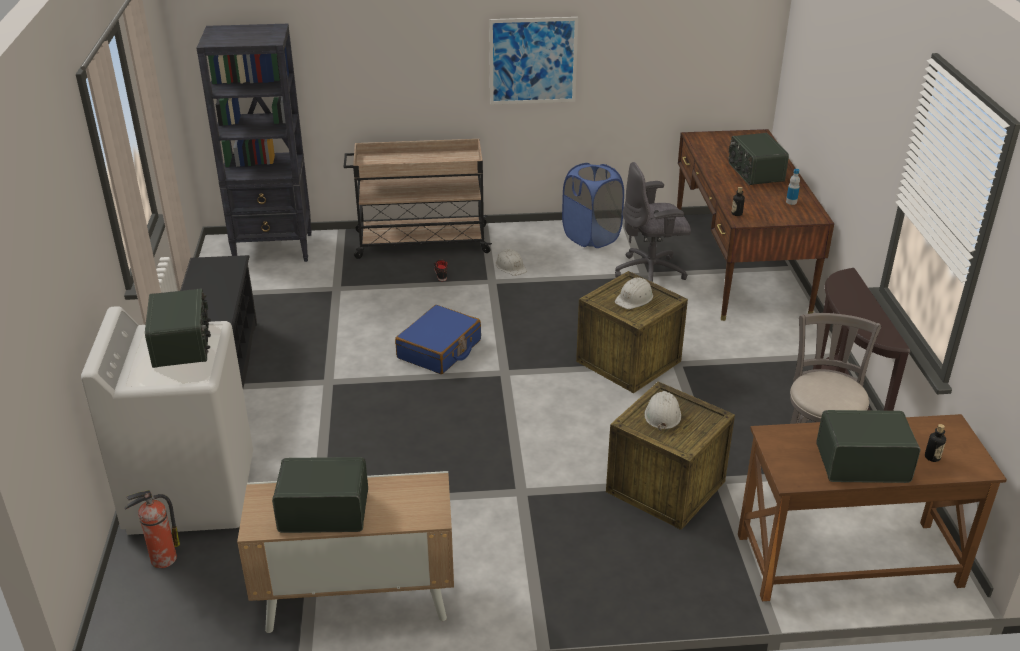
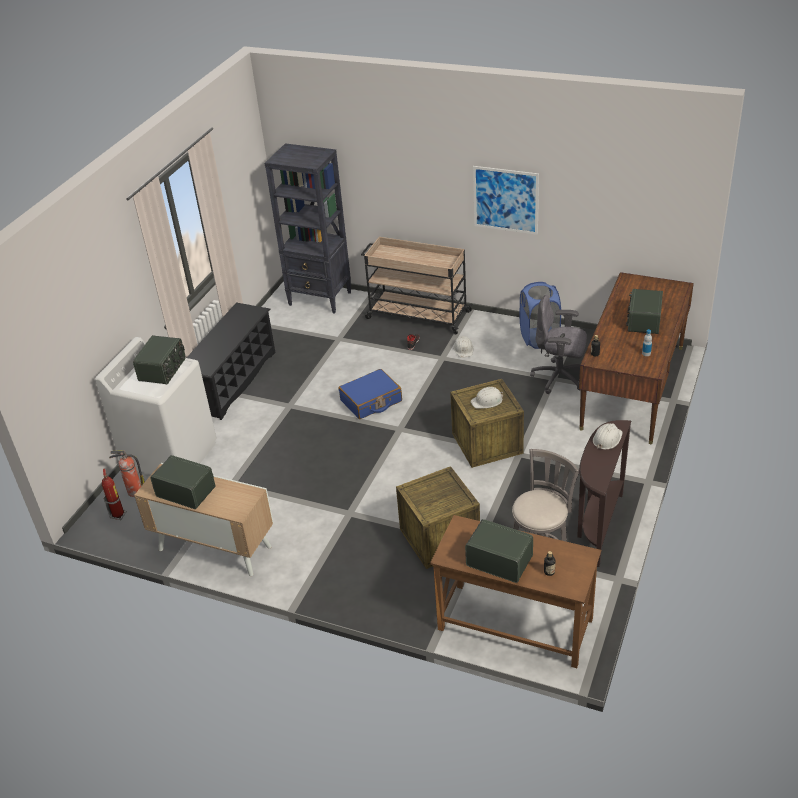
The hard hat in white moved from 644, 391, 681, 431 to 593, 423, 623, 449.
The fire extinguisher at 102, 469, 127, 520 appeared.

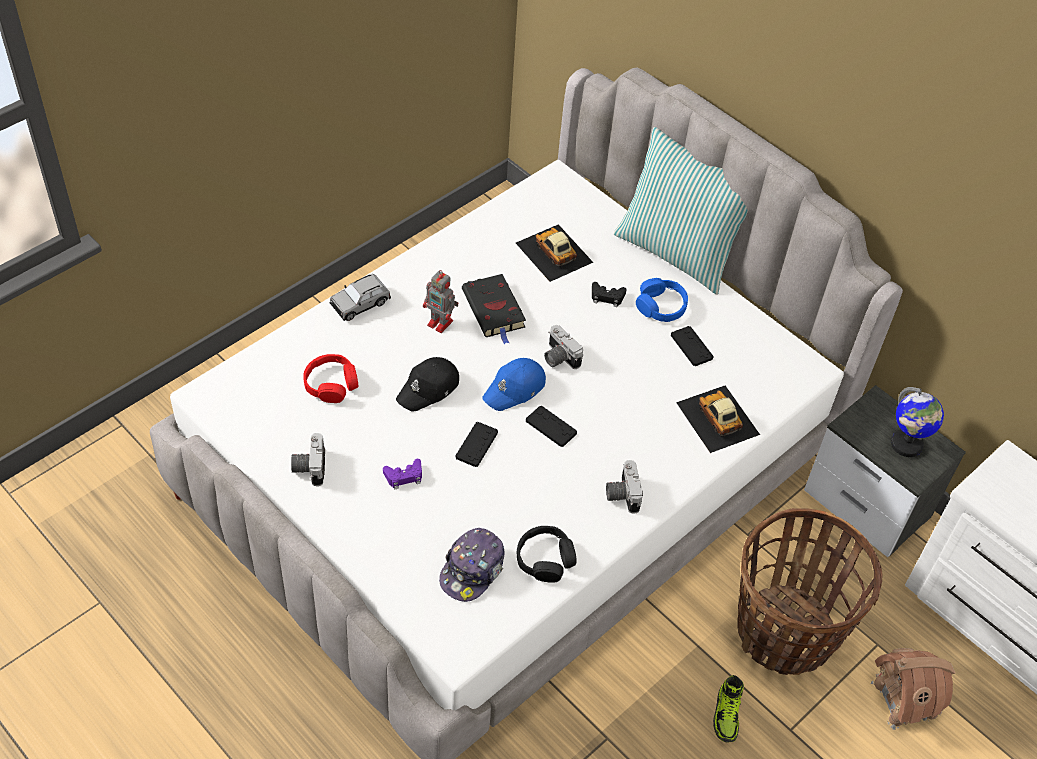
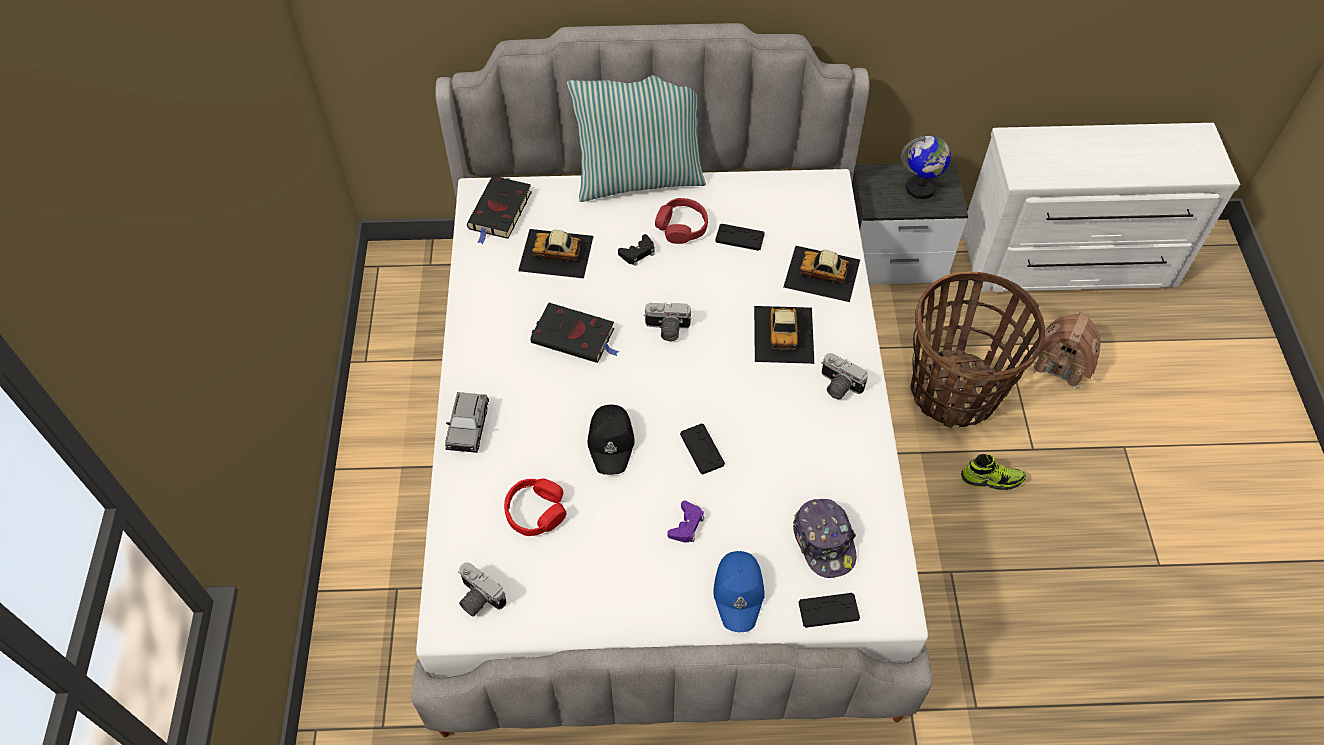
The photo camera moved from 291, 433, 325, 486 to 458, 562, 507, 617.
The toy robot at 423, 270, 458, 333 disappeared.
The cap in blue moved from 482, 358, 546, 411 to 714, 551, 765, 632.
The headphones in black at 517, 526, 577, 583 disappeared.
The game controller in black moved from 526, 406, 577, 447 to 798, 593, 860, 628.
The headphones in blue at 636, 278, 688, 322 became the headphones in red at 655, 198, 708, 244.
The shoe at 713, 675, 744, 743 turned 45 degrees counterclockwise.
The book in black at 467, 176, 532, 245 appeared.
The toy car at 754, 306, 814, 364 appeared.

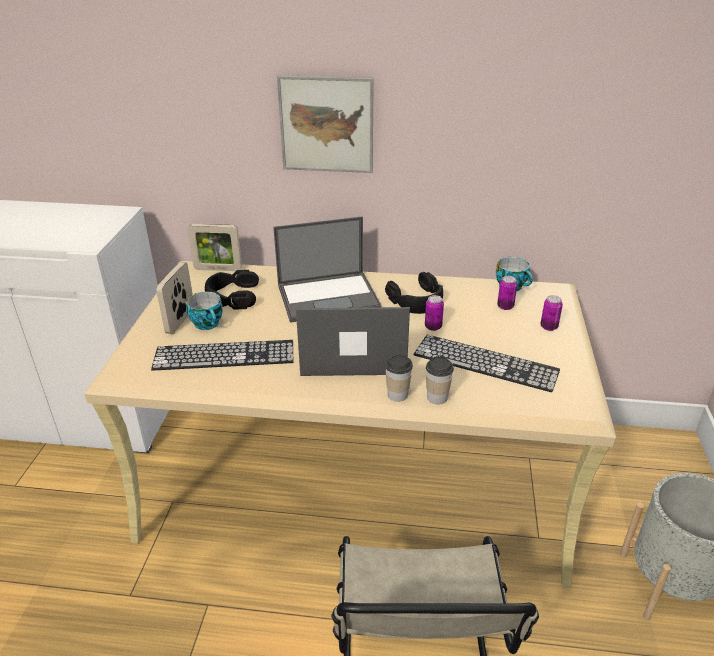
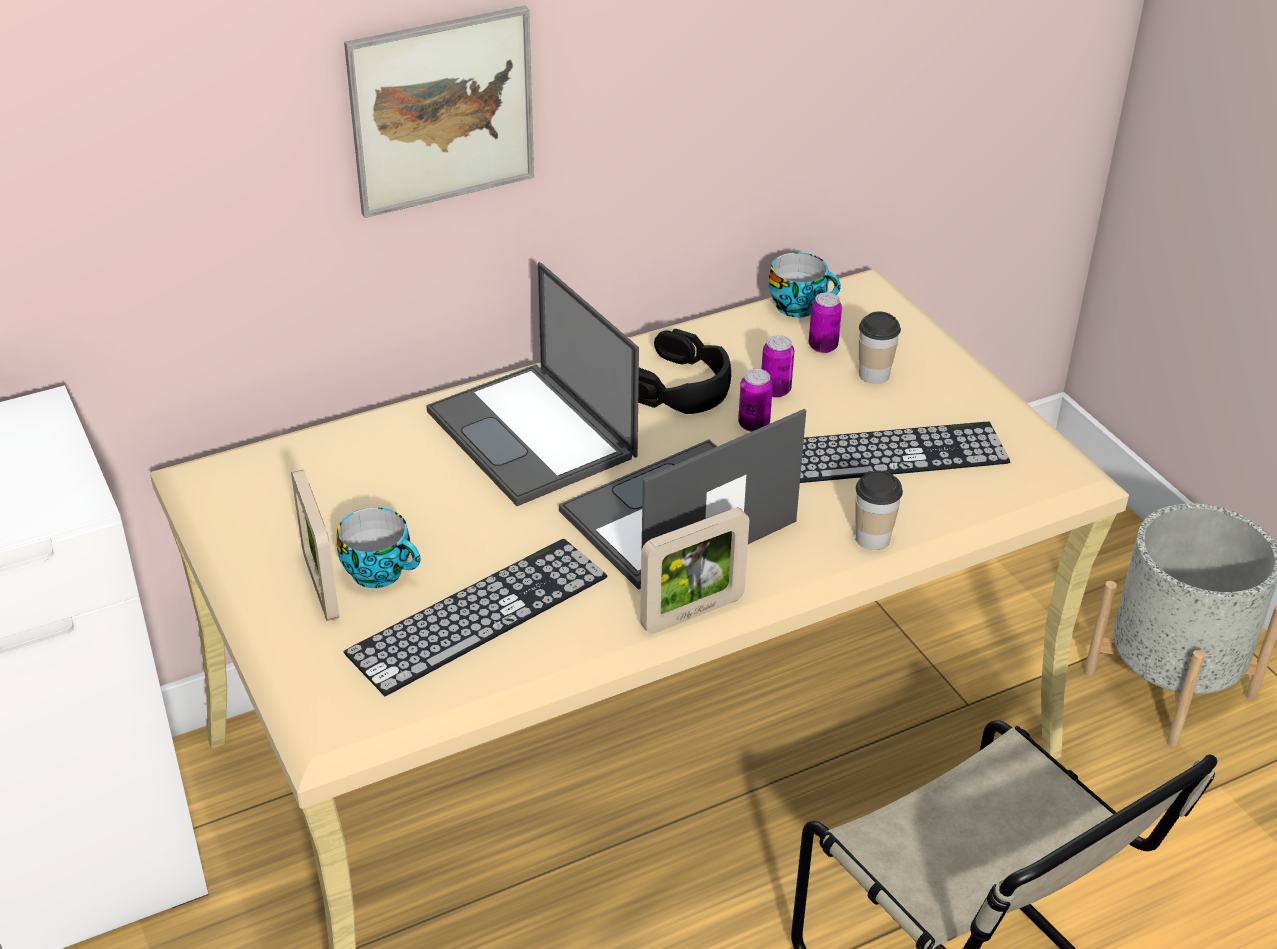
The picture frame moved from 188, 224, 242, 271 to 640, 508, 749, 634.
The headphones in black at 205, 270, 259, 310 disappeared.
The laptop at 273, 216, 382, 323 turned 105 degrees clockwise.
The cup moved from 385, 355, 413, 402 to 859, 311, 901, 384.
The can moved from 540, 295, 563, 331 to 762, 335, 794, 398.

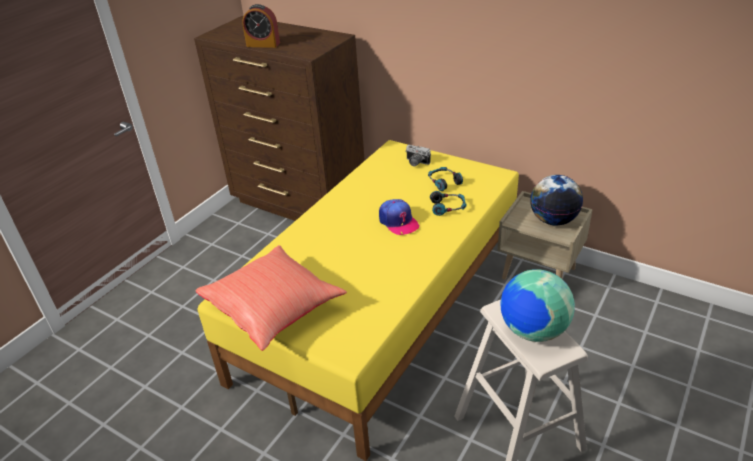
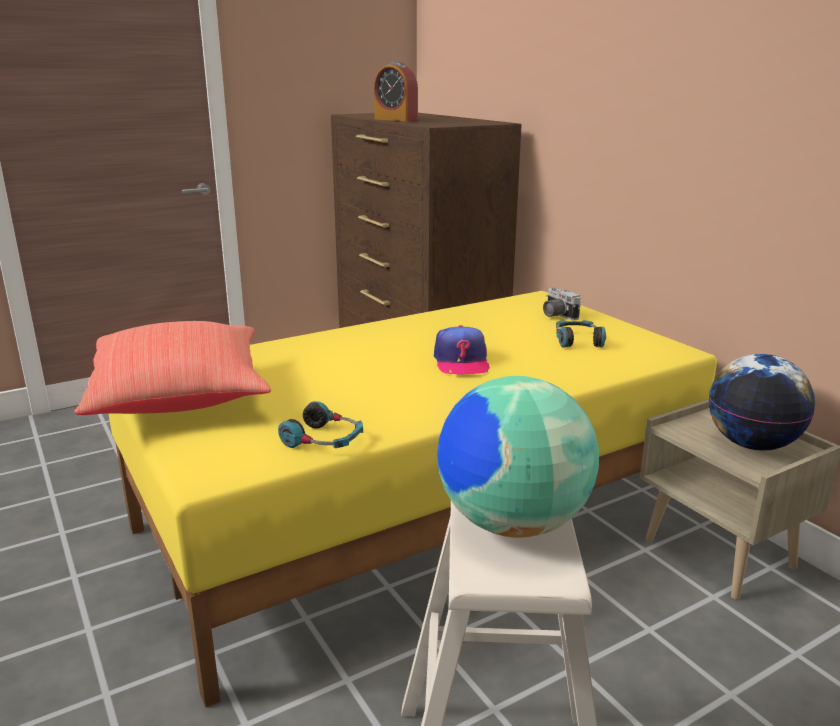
The headphones moved from 430, 191, 466, 216 to 278, 401, 363, 448.

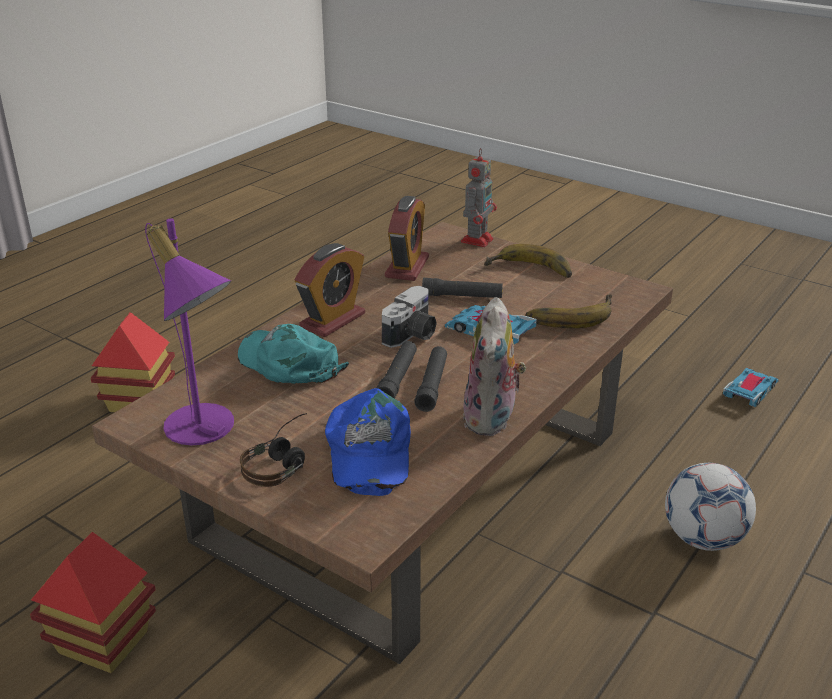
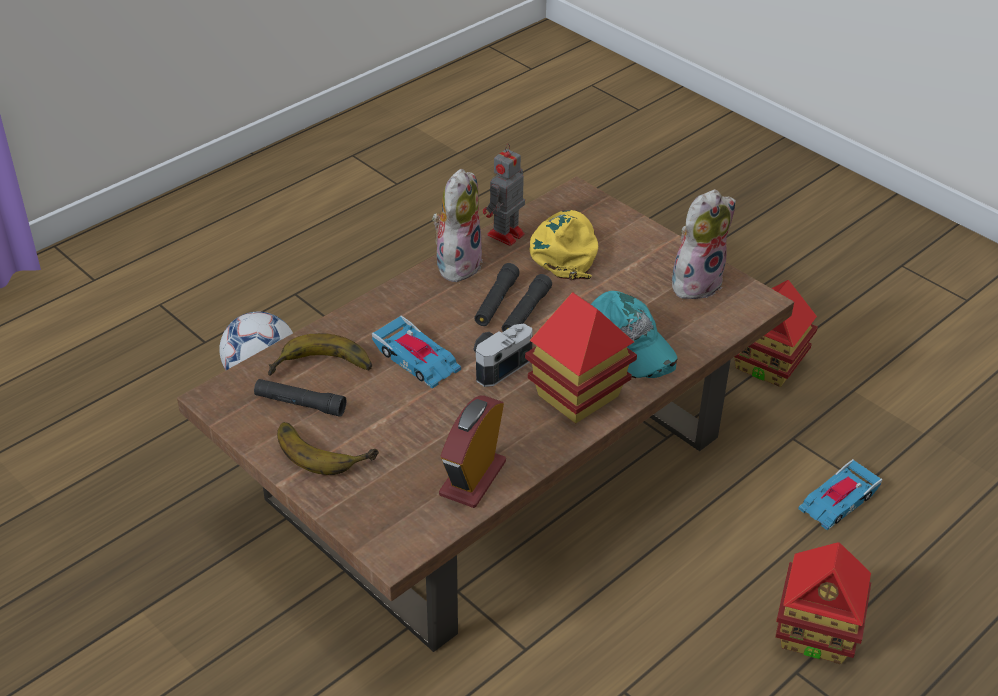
The table lamp in purple at 145, 219, 234, 445 was replaced by the plush toy at 672, 189, 736, 299.
The headphones at 240, 413, 307, 487 disappeared.
The alarm clock at 295, 243, 365, 337 was replaced by the toy house at 525, 292, 637, 423.
The cap in blue at 325, 388, 411, 496 became the cap in yellow at 529, 210, 598, 280.
The flashlight in black moved from 422, 278, 503, 298 to 254, 379, 346, 417.
The toy robot moved from 461, 148, 497, 247 to 483, 144, 525, 246.
The toy car moved from 723, 368, 779, 407 to 798, 459, 882, 530.

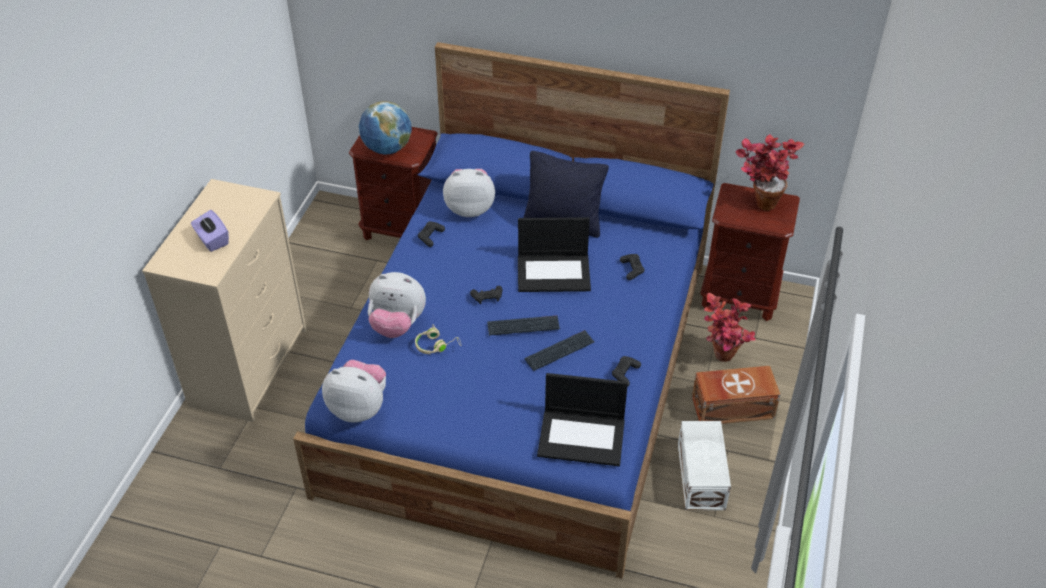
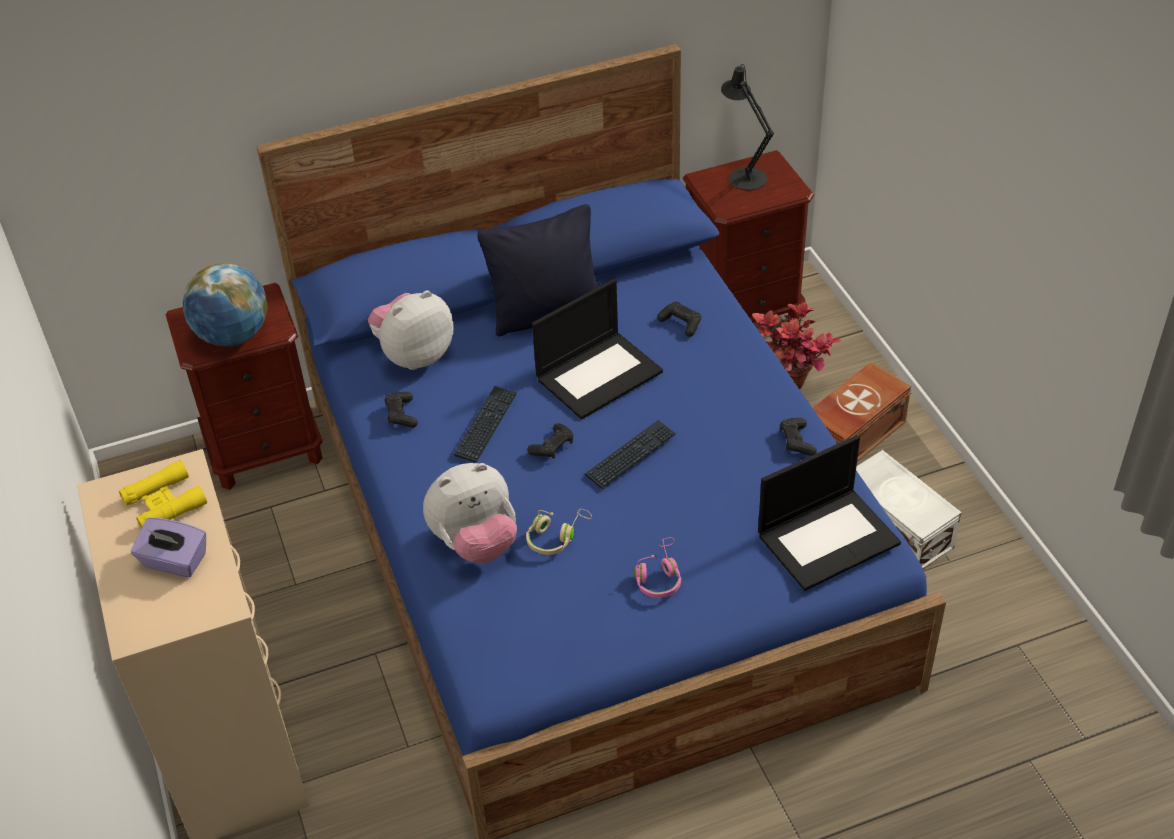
The plush toy at 322, 360, 386, 423 disappeared.
The keyboard moved from 525, 330, 594, 371 to 454, 386, 517, 462.
The potted plant at 735, 134, 804, 211 was replaced by the table lamp in black at 721, 64, 774, 190.
The binoculars in yellow at 119, 460, 207, 528 appeared.
The headphones in pink at 634, 537, 681, 598 appeared.

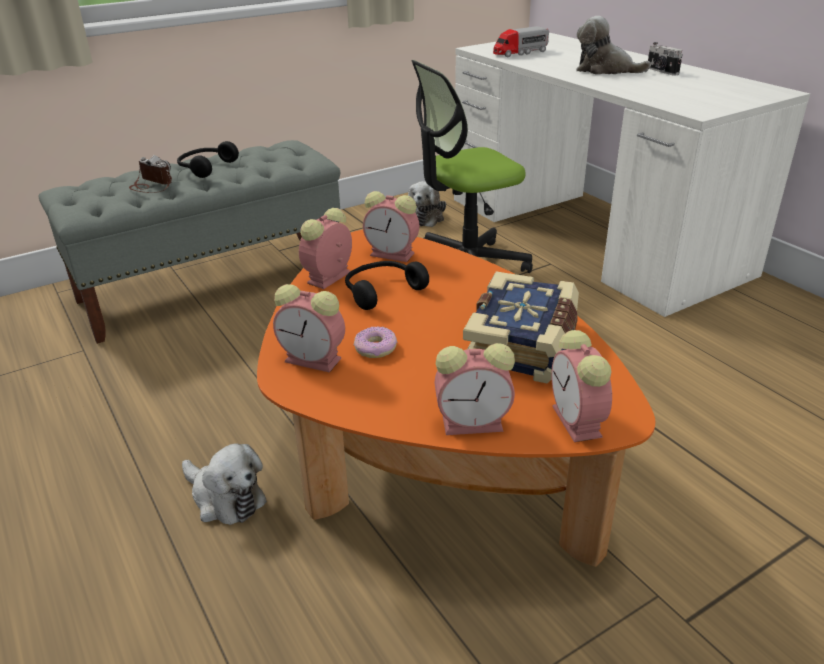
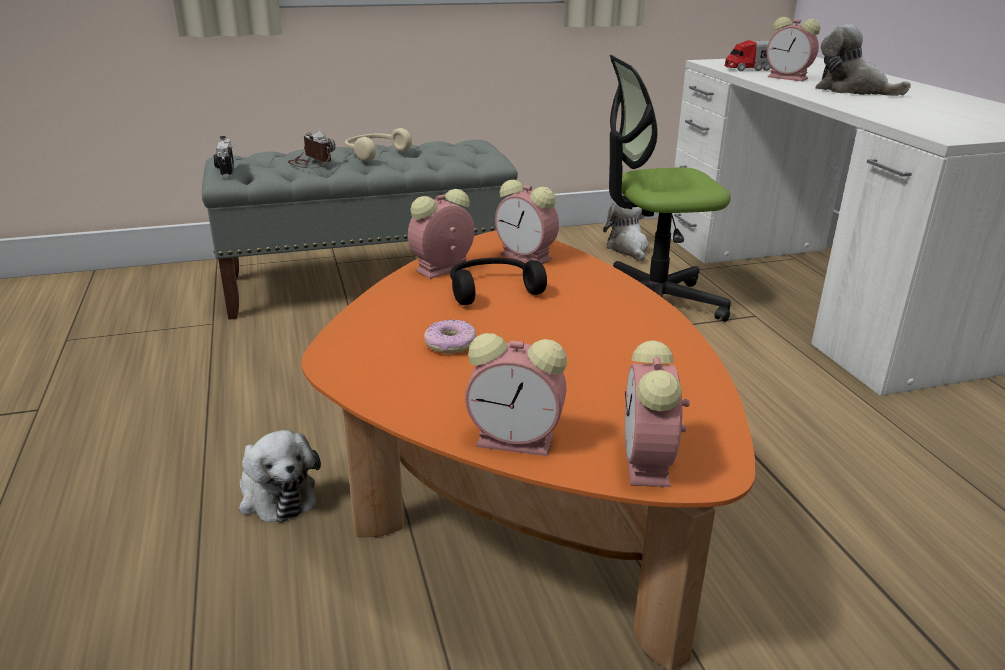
The headphones in black at 177, 141, 239, 178 became the headphones in beige at 345, 128, 412, 161.
The alarm clock moved from 273, 284, 345, 373 to 767, 17, 820, 81.
The plush toy at 408, 181, 446, 227 turned 135 degrees clockwise.
The book at 463, 271, 579, 384 disappeared.
The photo camera moved from 648, 42, 683, 76 to 214, 136, 234, 177.

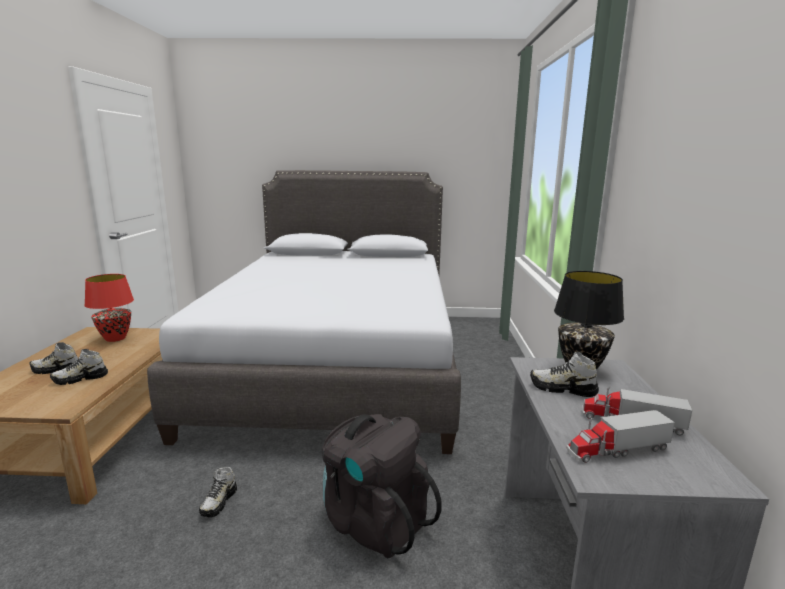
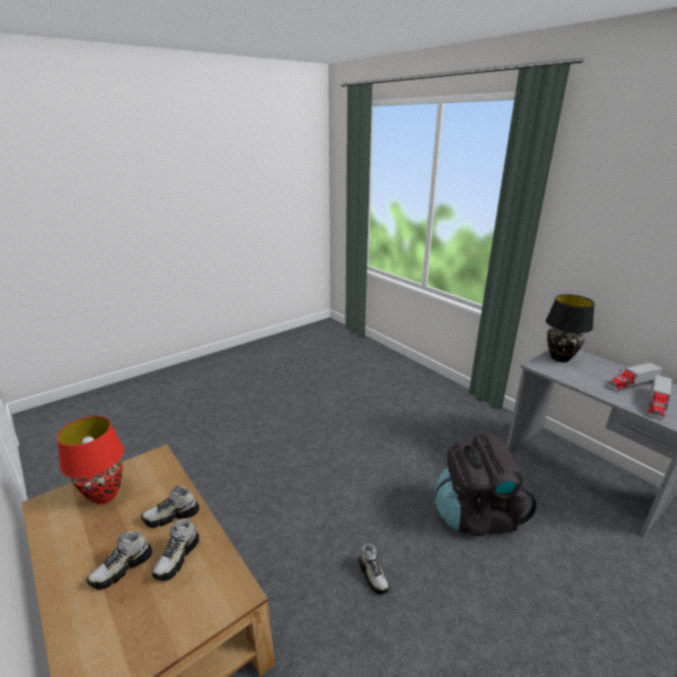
The bed in grey at 147, 170, 461, 454 disappeared.
The shoe moved from 530, 352, 599, 397 to 141, 486, 199, 528.

